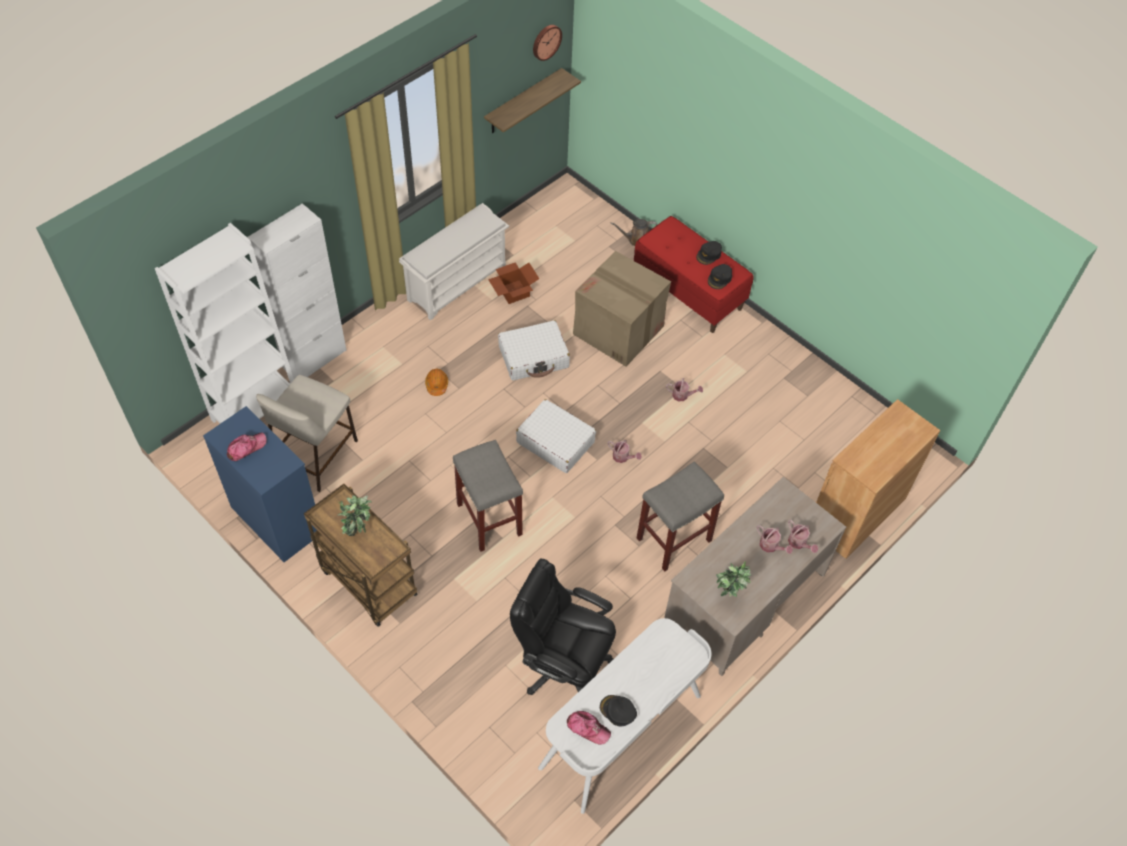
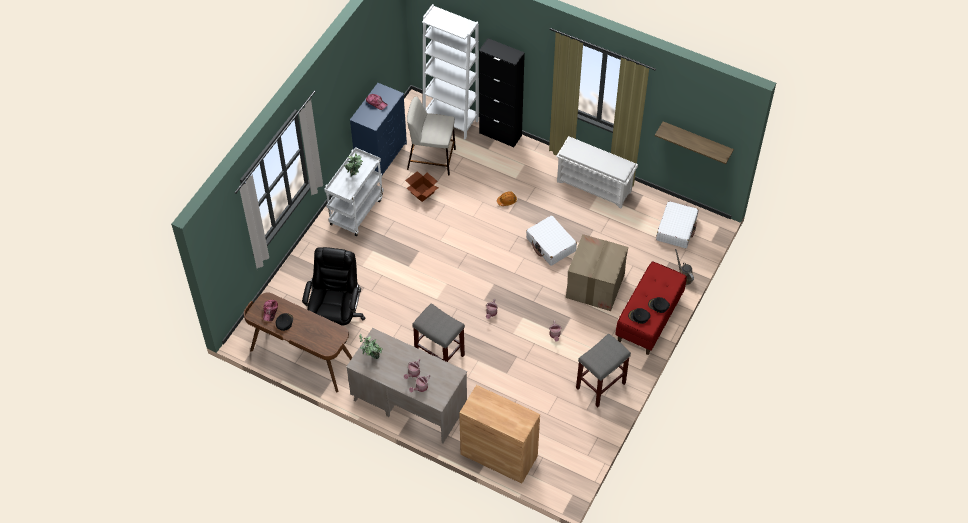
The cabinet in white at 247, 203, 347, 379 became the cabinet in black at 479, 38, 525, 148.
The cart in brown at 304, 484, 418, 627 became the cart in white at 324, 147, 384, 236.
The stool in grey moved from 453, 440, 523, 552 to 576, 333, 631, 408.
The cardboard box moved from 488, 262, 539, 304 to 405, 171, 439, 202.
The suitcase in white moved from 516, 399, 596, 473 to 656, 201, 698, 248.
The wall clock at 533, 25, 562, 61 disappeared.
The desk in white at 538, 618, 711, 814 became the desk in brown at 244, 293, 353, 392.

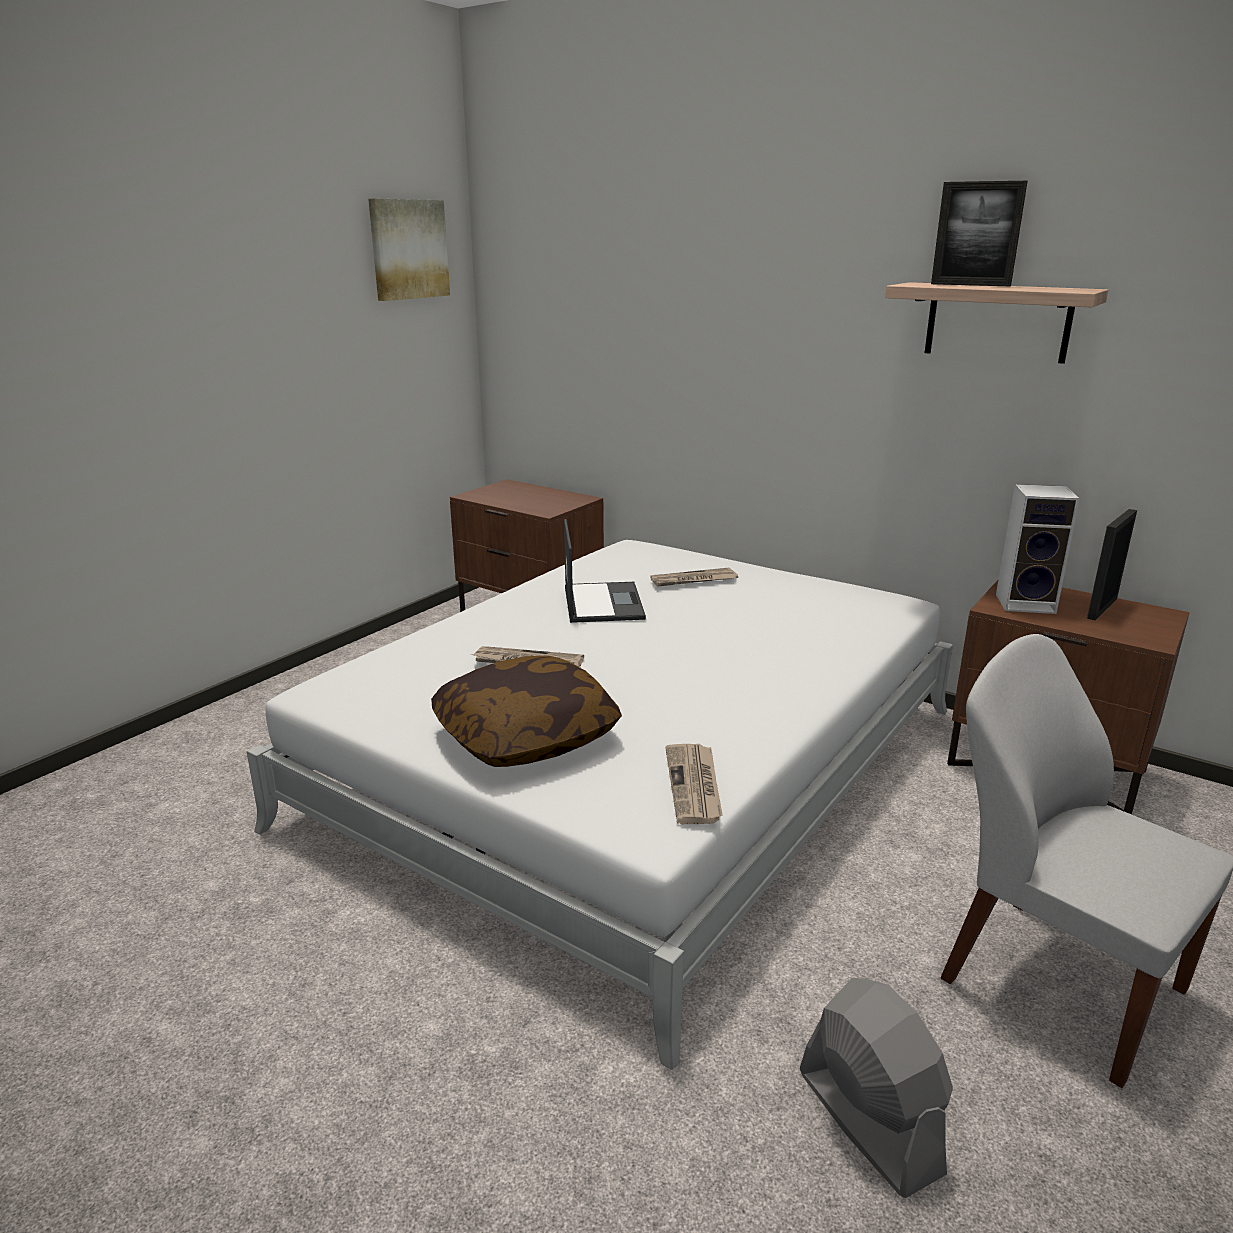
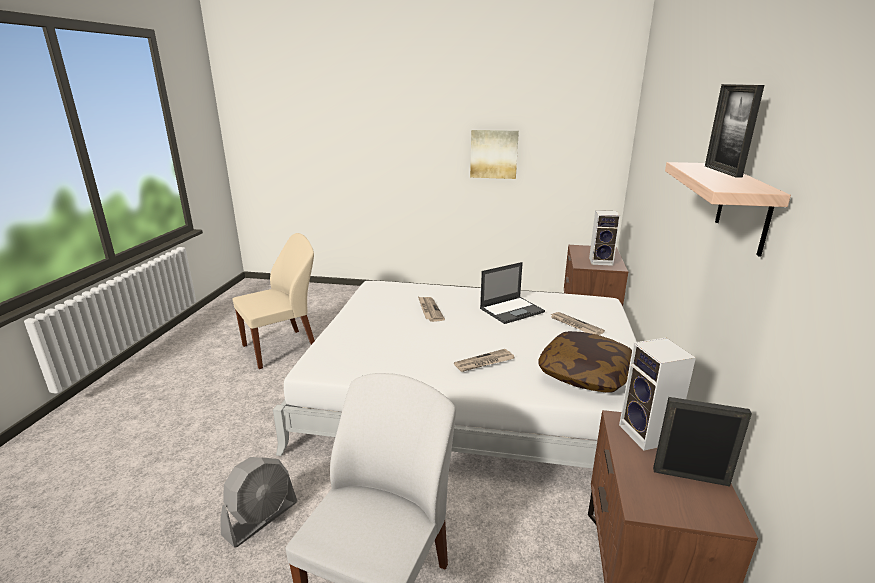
The picture moved from 368, 199, 450, 301 to 470, 130, 519, 179.
The pillow moved from 431, 655, 622, 767 to 538, 331, 632, 393.
The newspaper moved from 665, 744, 723, 824 to 454, 349, 515, 372.
The chair in beige at 232, 233, 315, 369 appeared.
The speaker at 589, 210, 620, 266 appeared.

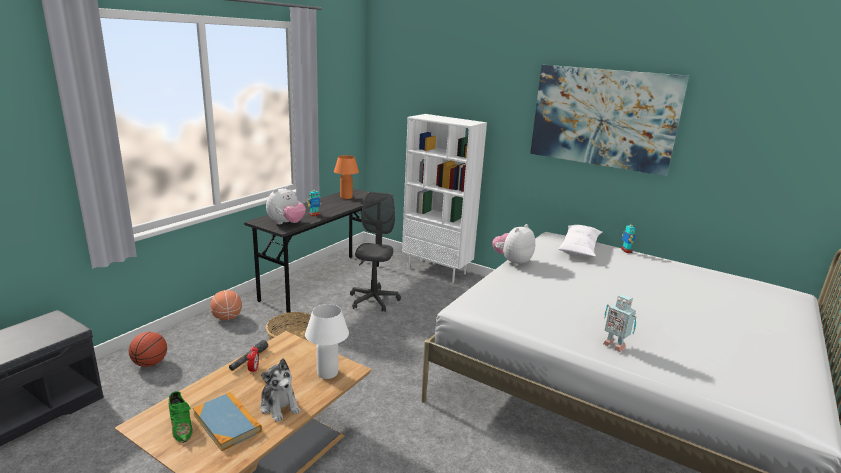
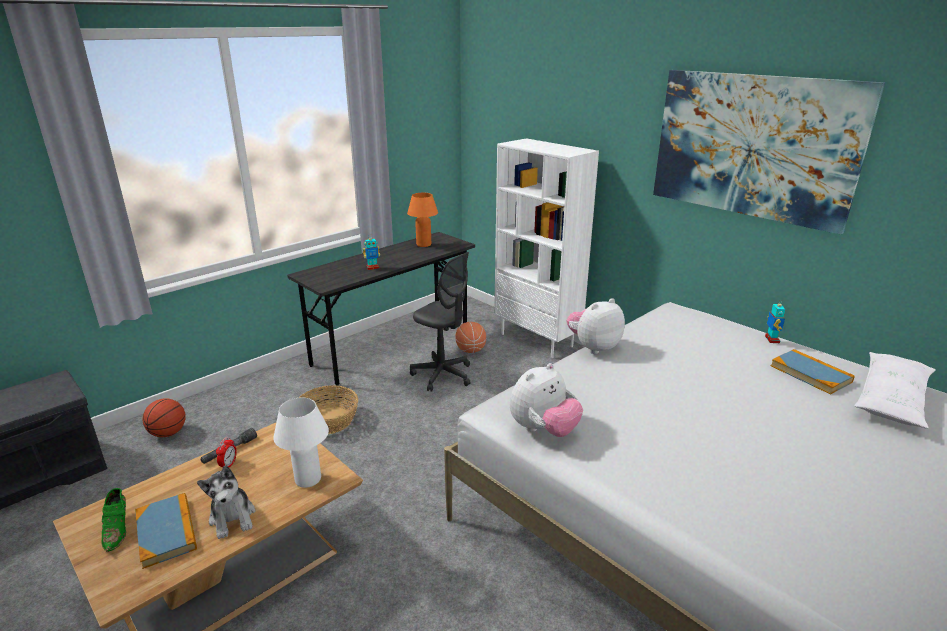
The basketball moved from 210, 290, 242, 320 to 455, 322, 486, 353.
The plush toy moved from 266, 186, 306, 224 to 510, 363, 583, 437.
The office chair in grey at 350, 192, 401, 312 turned 105 degrees clockwise.
The pillow in white moved from 558, 225, 602, 257 to 854, 352, 936, 429.
The toy robot at 603, 294, 636, 352 disappeared.
The book at 771, 349, 855, 395 appeared.

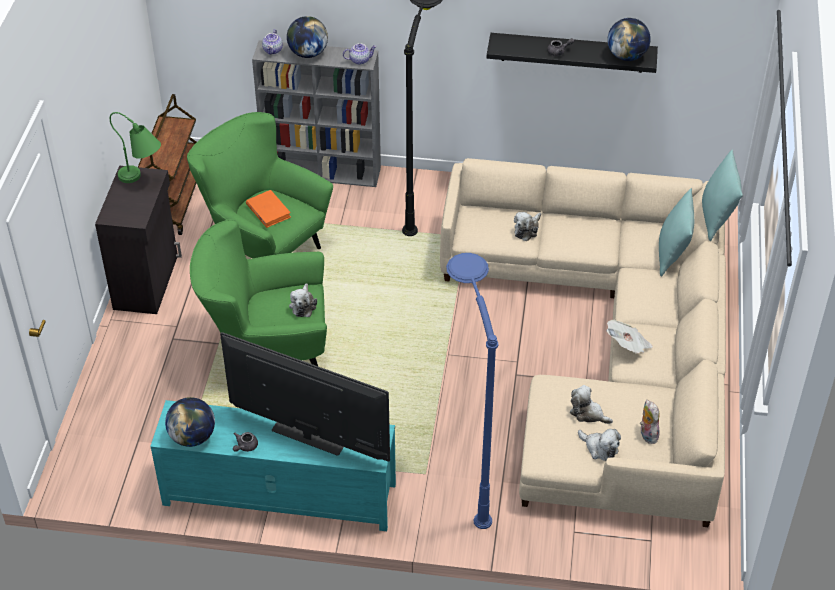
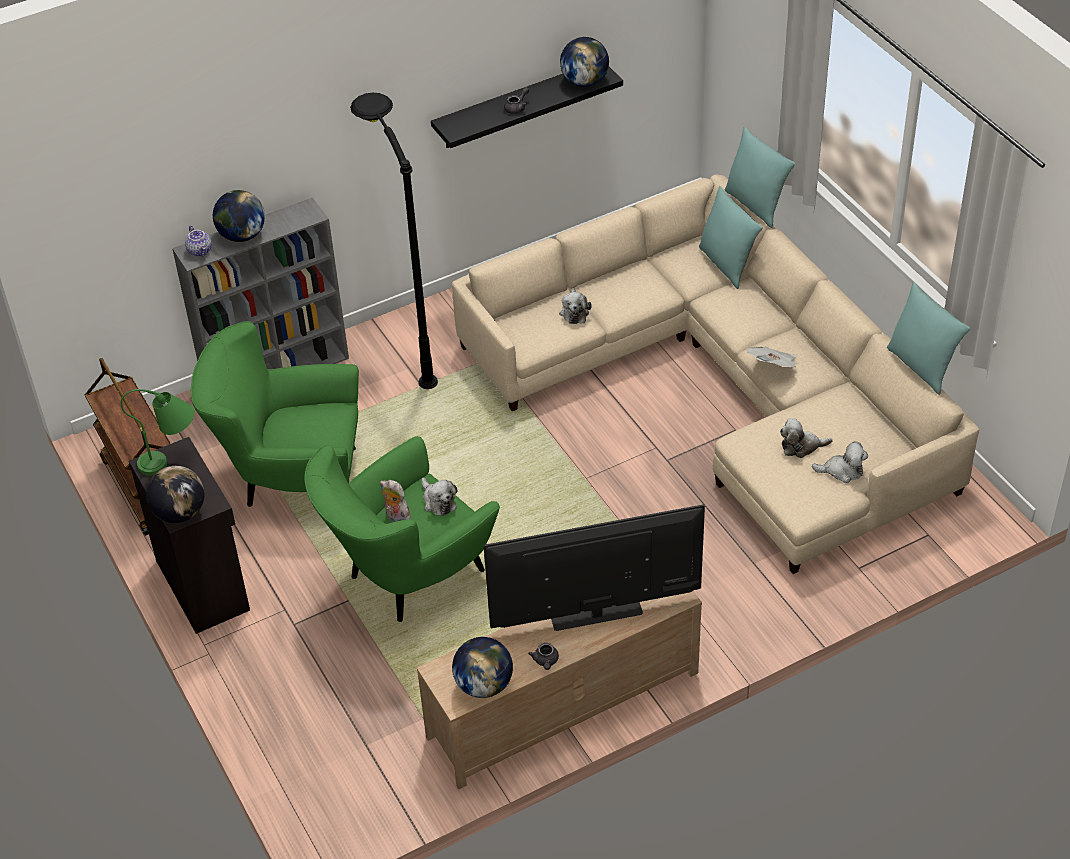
The tv stand in turquoise at 150, 400, 396, 531 became the tv stand in beige at 417, 591, 702, 789.
The book in orange at 246, 190, 291, 228 disappeared.
The teapot at 343, 43, 377, 65 disappeared.
The floor lamp in blue at 446, 253, 498, 529 disappeared.
The plush toy moved from 640, 399, 660, 444 to 380, 480, 411, 522.
The globe at 146, 466, 204, 523 appeared.
The pillow in turquoise at 887, 282, 970, 395 appeared.

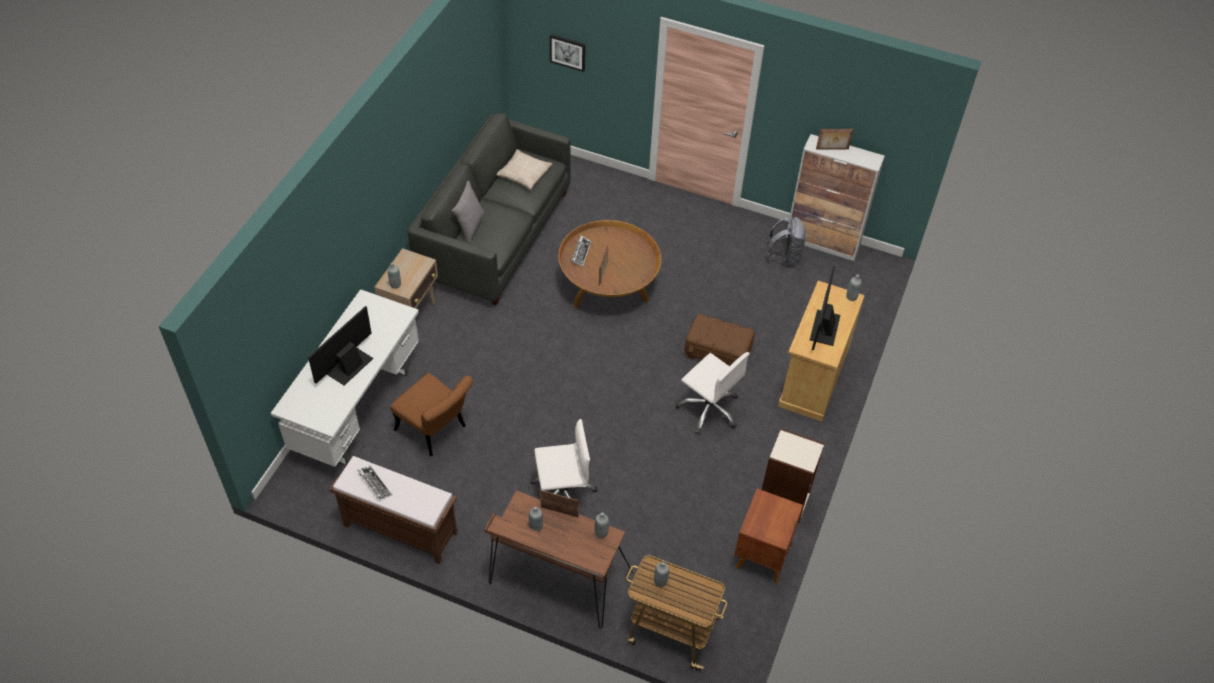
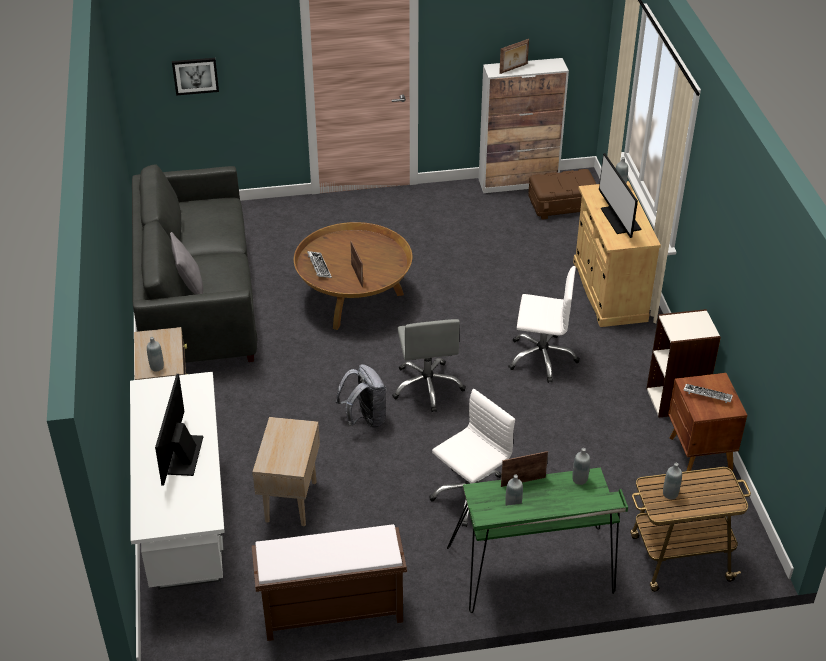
The keyboard moved from 357, 466, 392, 499 to 683, 384, 733, 403.
The chair in brown at 390, 373, 473, 456 was replaced by the side table in beige at 253, 417, 320, 526.
The desk in brown at 484, 491, 633, 629 became the desk in green at 447, 467, 628, 613.
The pillow in beige at 497, 149, 552, 190 disappeared.
The storage box in brown moved from 684, 314, 755, 366 to 528, 169, 596, 220.
The backpack in grey moved from 768, 217, 806, 267 to 336, 364, 387, 428.
The office chair in grey at 392, 319, 466, 412 appeared.

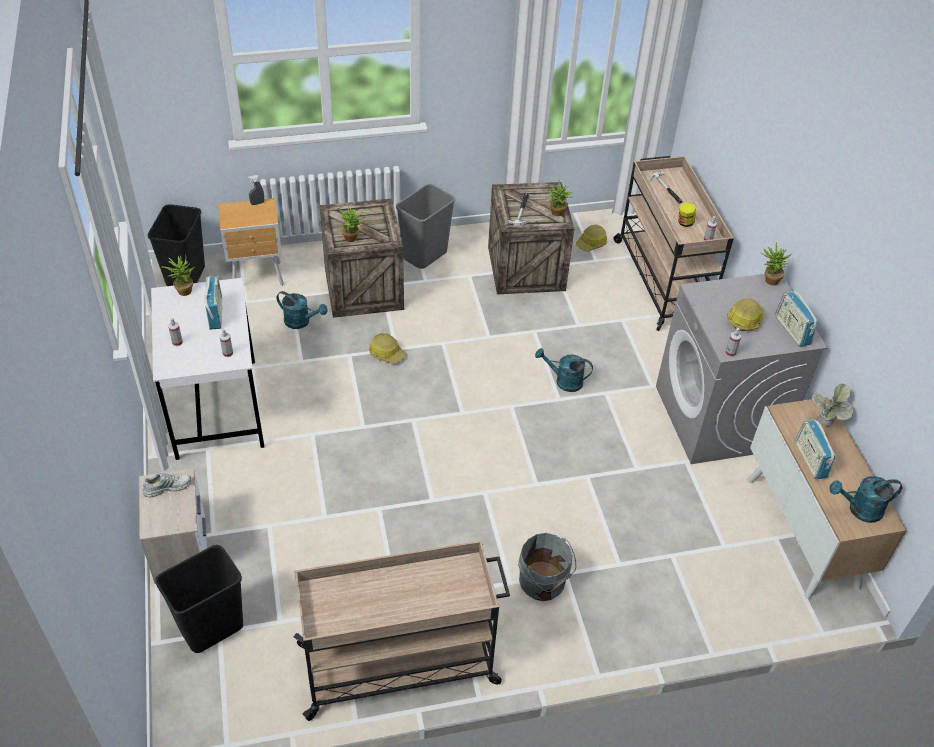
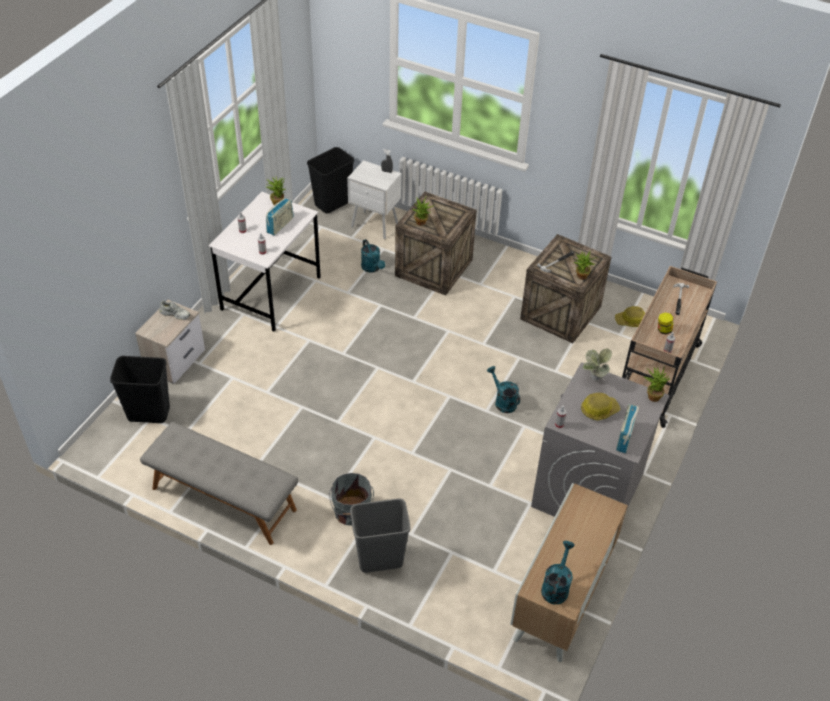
The nightstand in brown at 218, 198, 284, 286 became the nightstand in white at 347, 160, 401, 239.
The cart in beige at 294, 541, 510, 721 was replaced by the bench in grey at 140, 422, 298, 545.
The hard hat at 369, 333, 406, 364 disappeared.
The trash can in grey moved from 396, 184, 455, 269 to 350, 499, 411, 573.
The radio at 795, 420, 836, 479 disappeared.
The potted plant moved from 812, 383, 853, 426 to 583, 349, 612, 381.
The watering can in turquoise at 830, 476, 903, 523 turned 75 degrees clockwise.

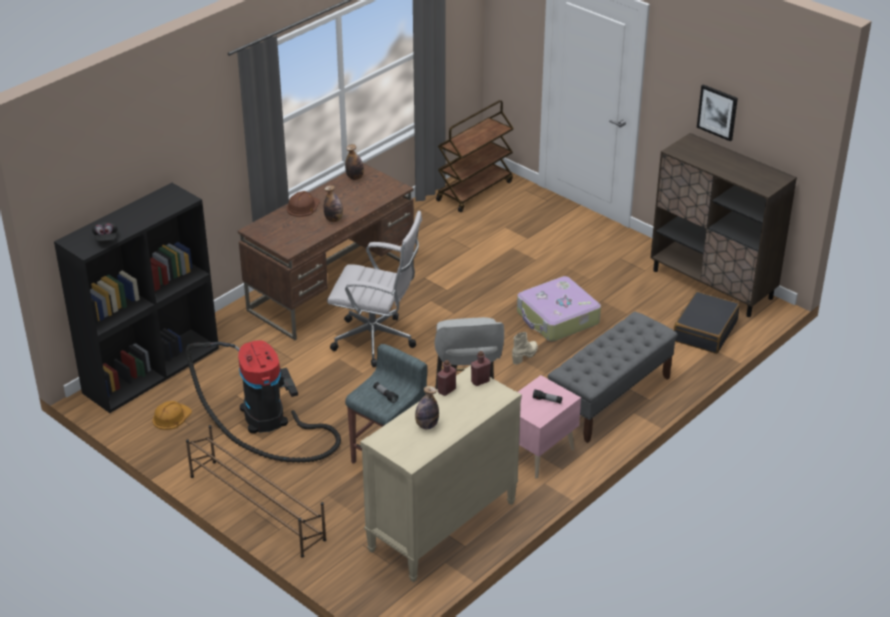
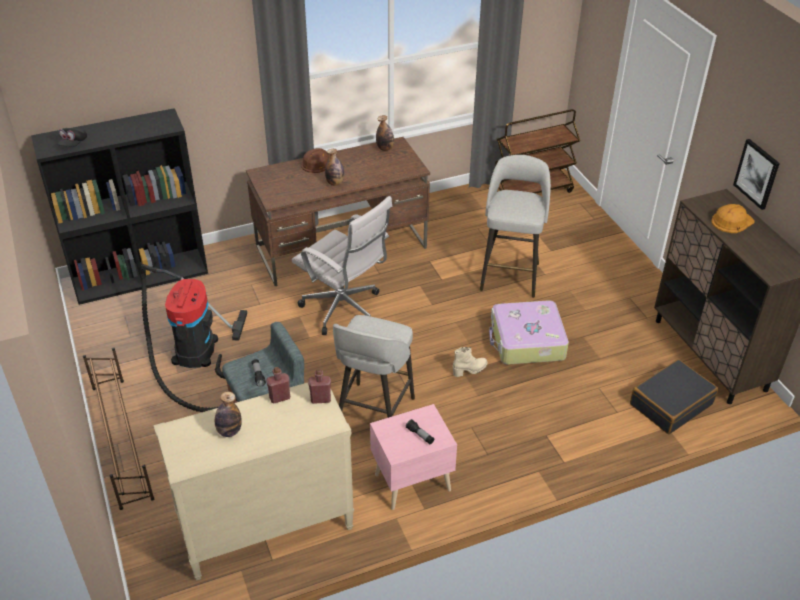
The hard hat in orange moved from 153, 401, 192, 430 to 711, 204, 755, 233.
The bench in grey at 548, 311, 678, 443 disappeared.
The stool in grey at 480, 155, 551, 298 appeared.

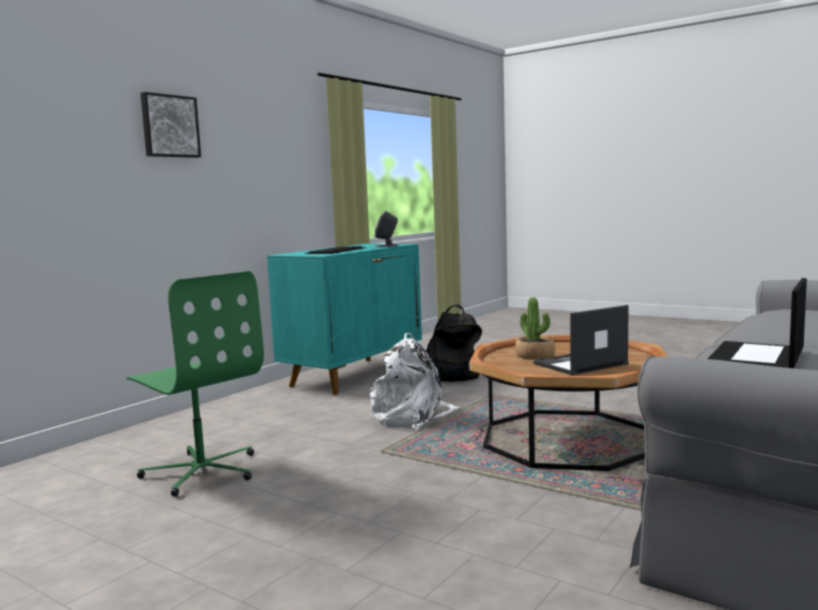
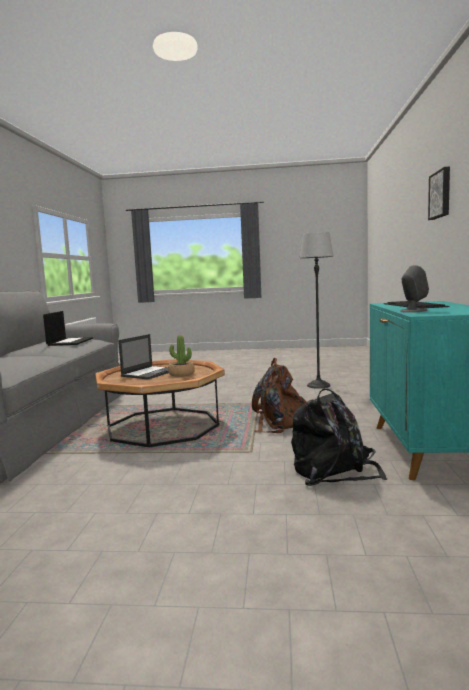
The office chair in green at 126, 271, 264, 497 was replaced by the floor lamp at 300, 232, 334, 389.
The backpack in white at 370, 333, 463, 430 became the backpack in brown at 252, 358, 307, 433.

